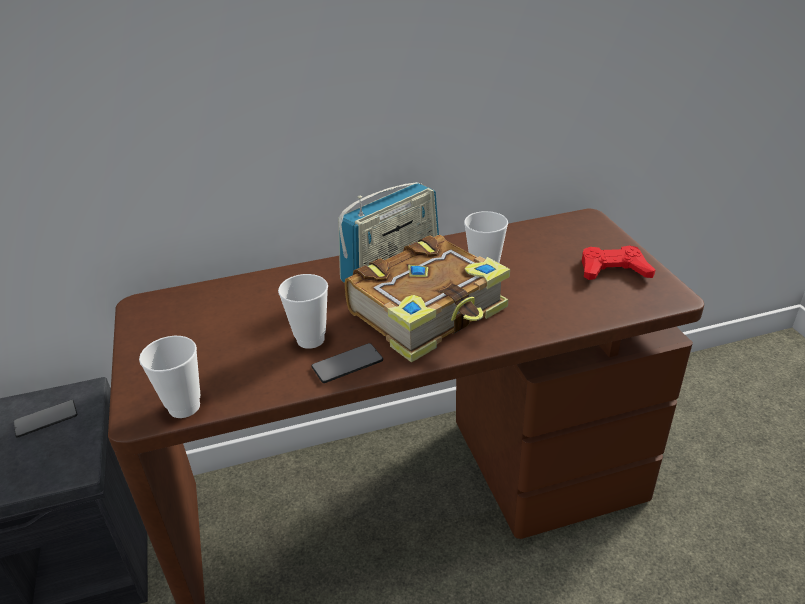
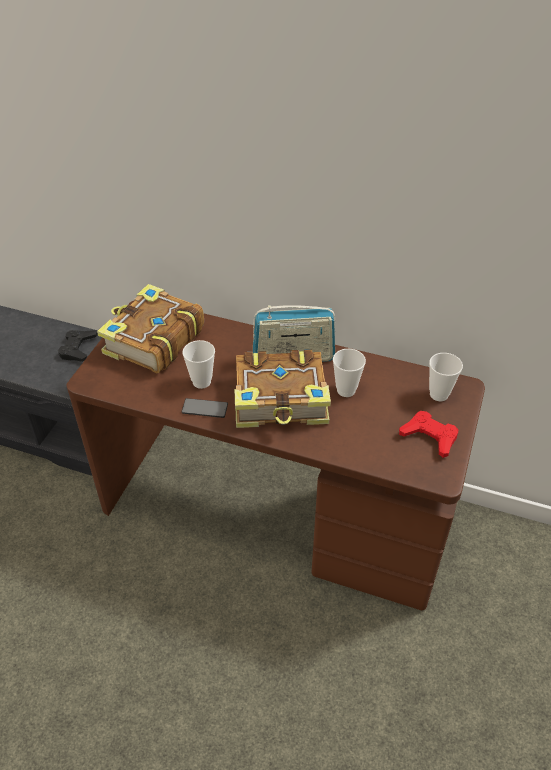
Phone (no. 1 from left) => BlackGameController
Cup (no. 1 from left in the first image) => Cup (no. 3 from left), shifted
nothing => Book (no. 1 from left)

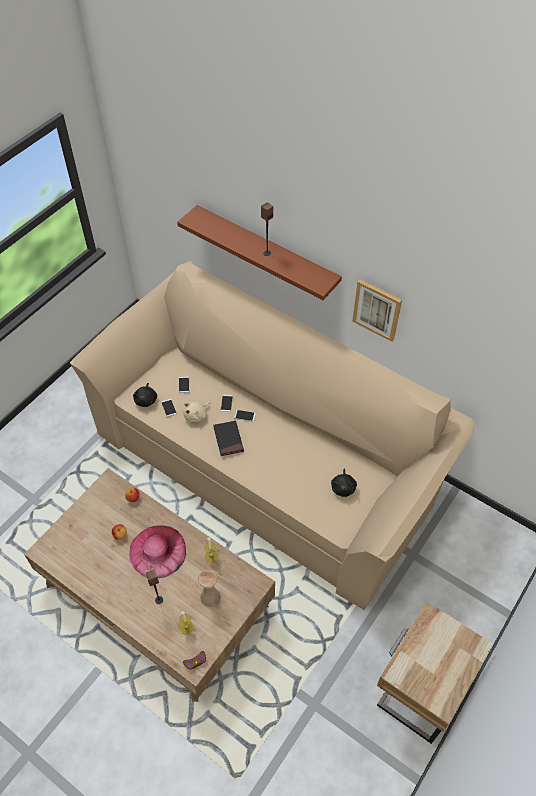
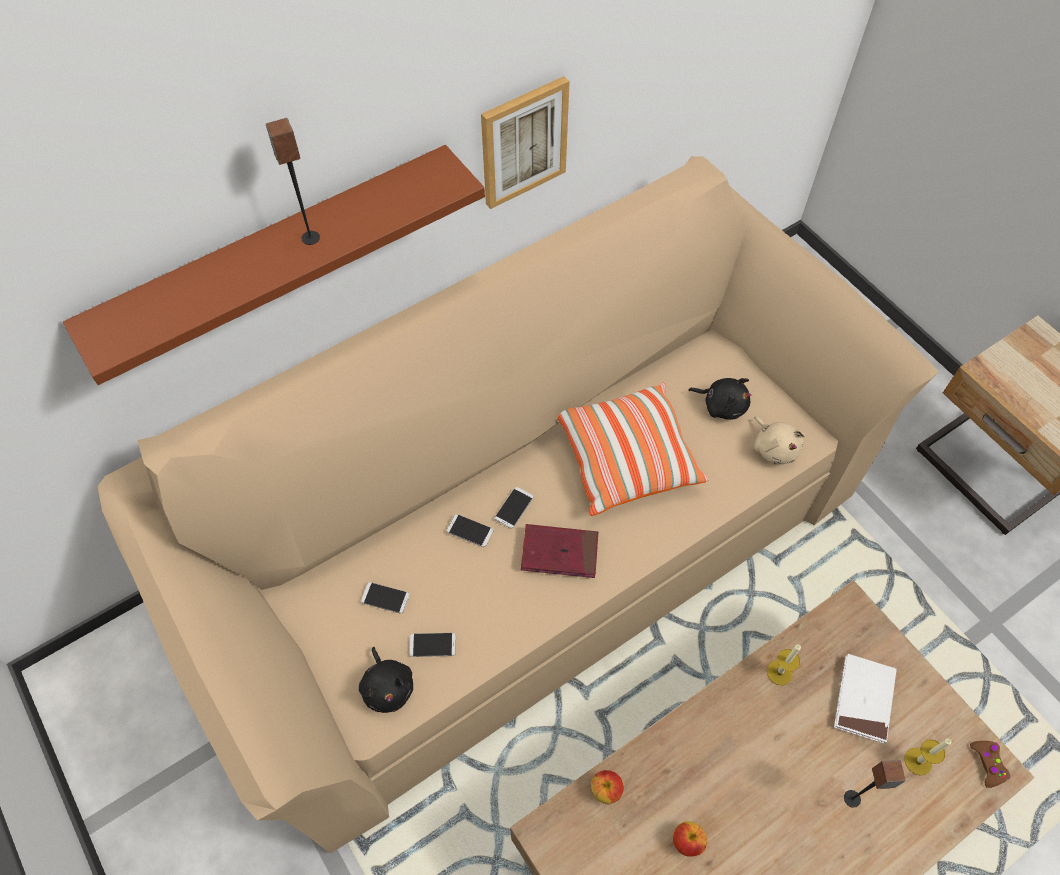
PinkHat => nothing
BlackPlushToy (no. 1 from left), 45 degrees clockwise
BeigePlushToy, shifted
BeigeVase => WhiteBook
BlackBook => RedBook
nothing => Pillow

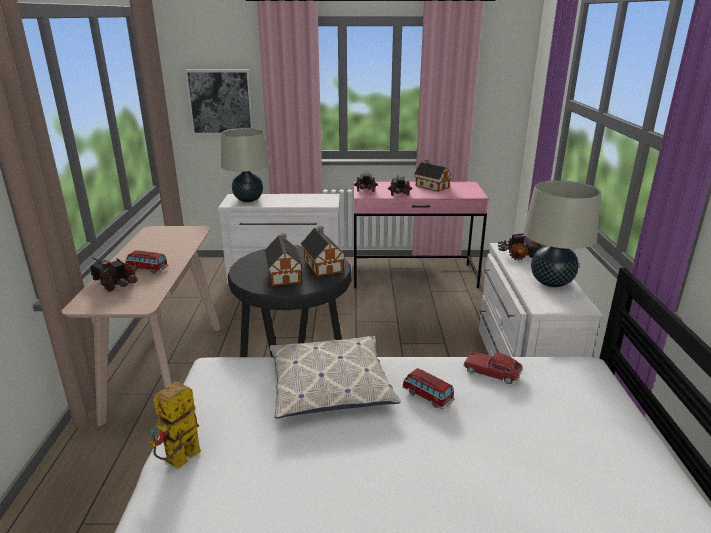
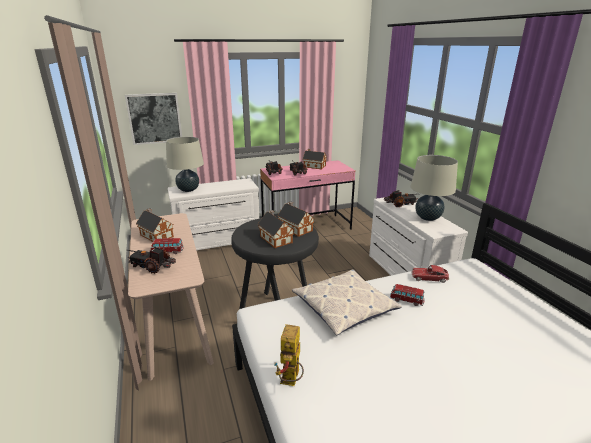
nothing => ToyHouse (no. 1 from left)

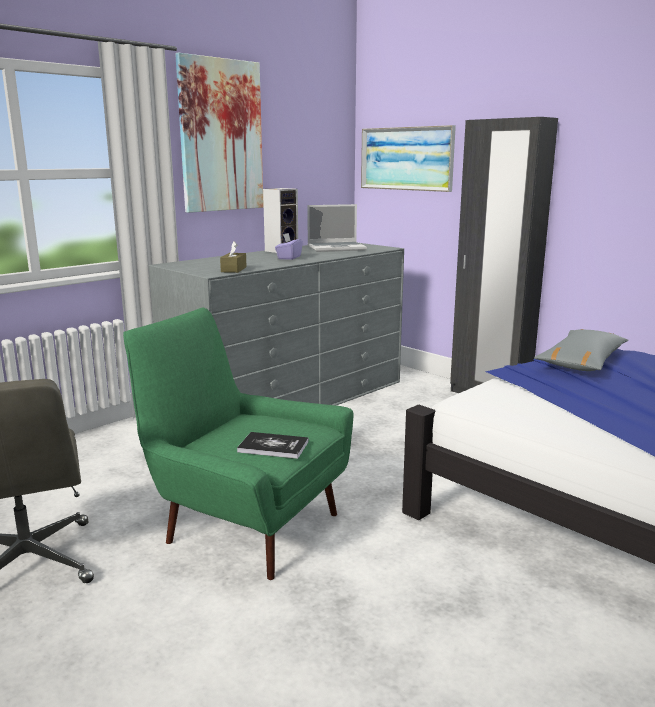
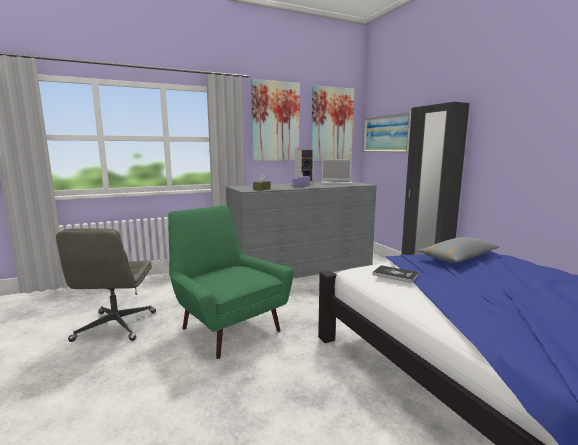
Book, shifted
nothing => Picture (no. 2 from left)

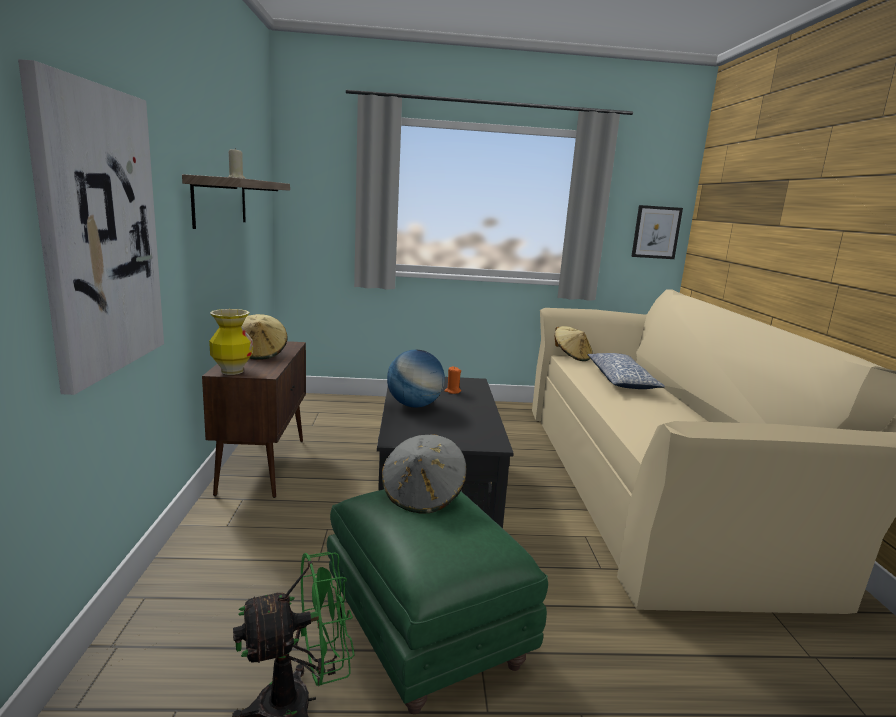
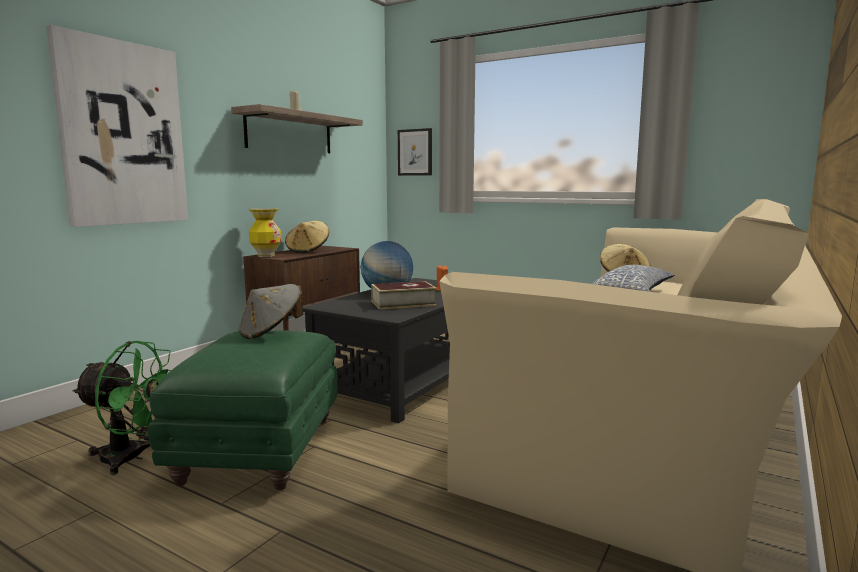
Picture (no. 2 from left), shifted
nothing => Book

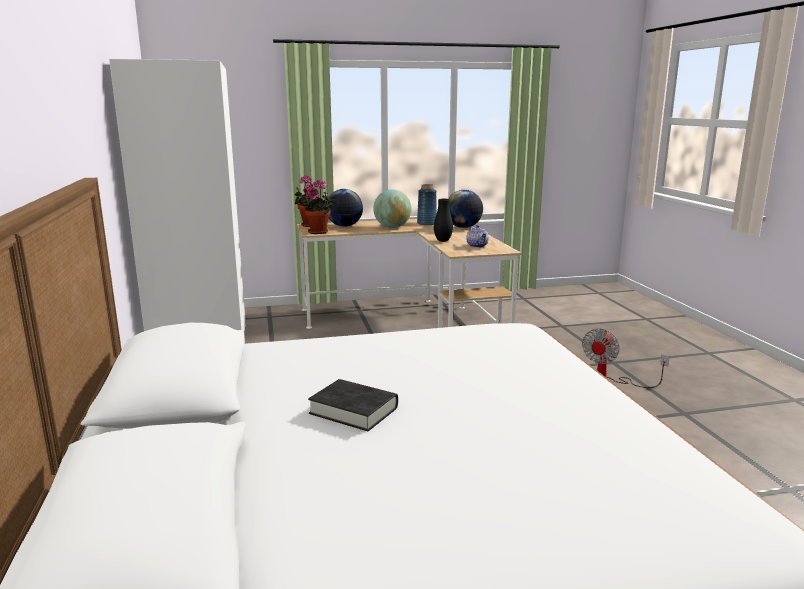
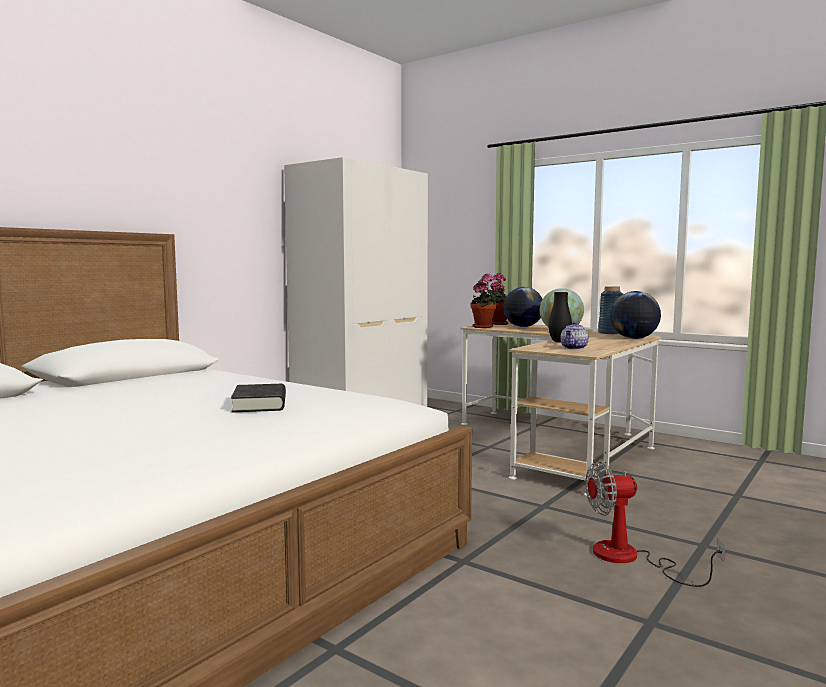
BlackBook, shifted

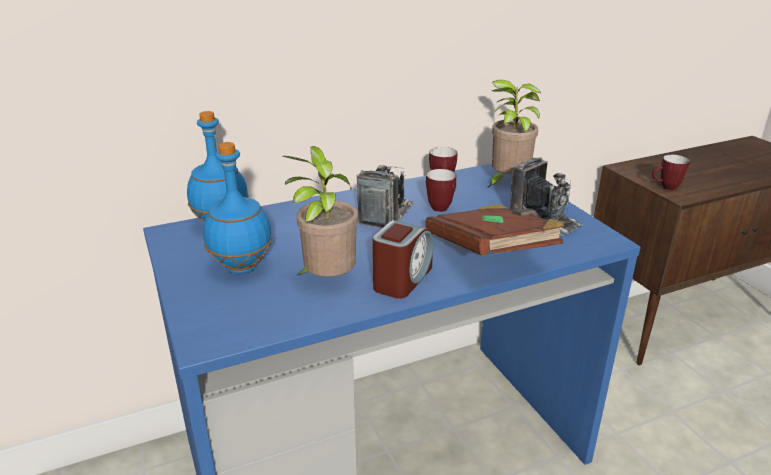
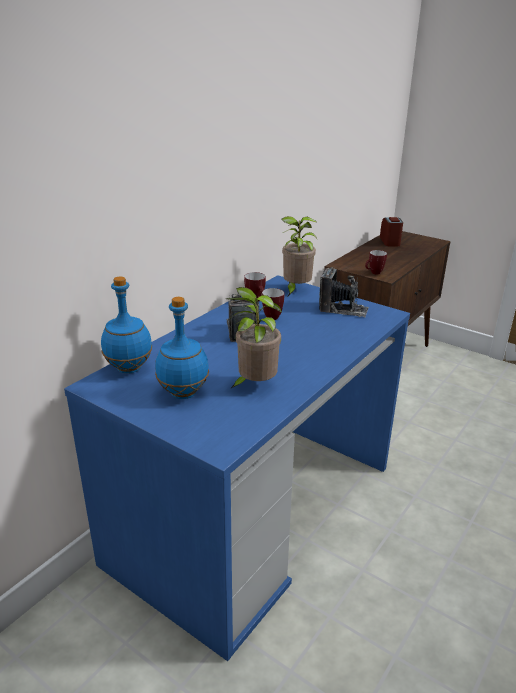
AlarmClock, shifted
BrownBook => nothing

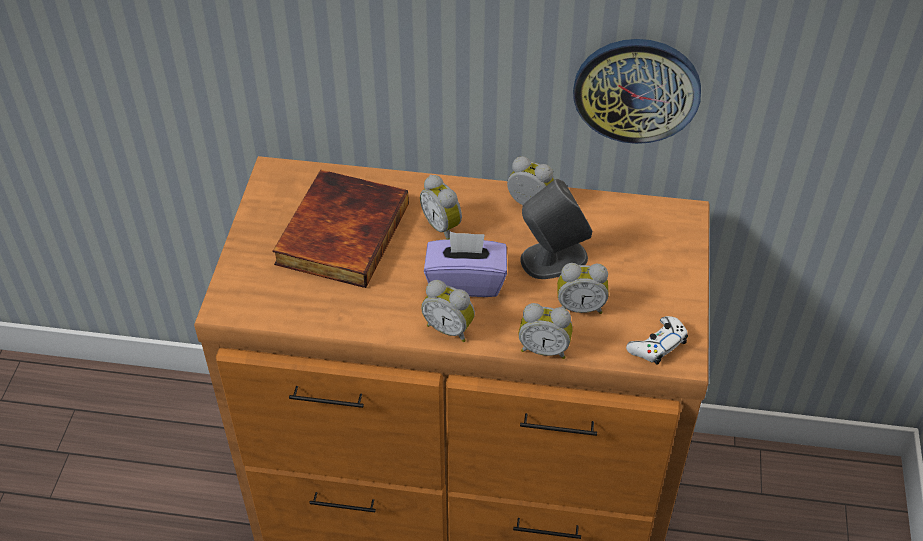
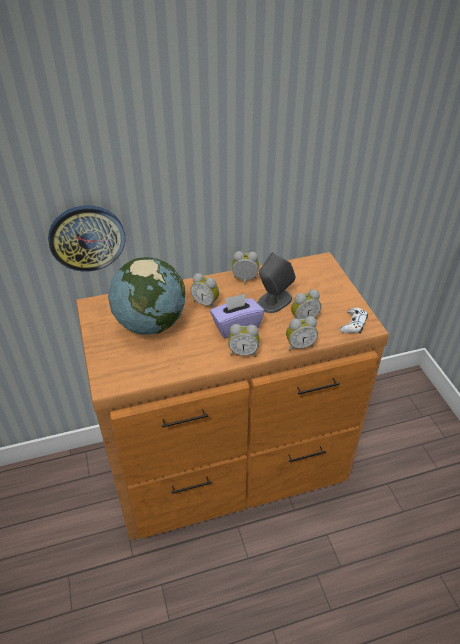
Book => Globe
WallClock, shifted

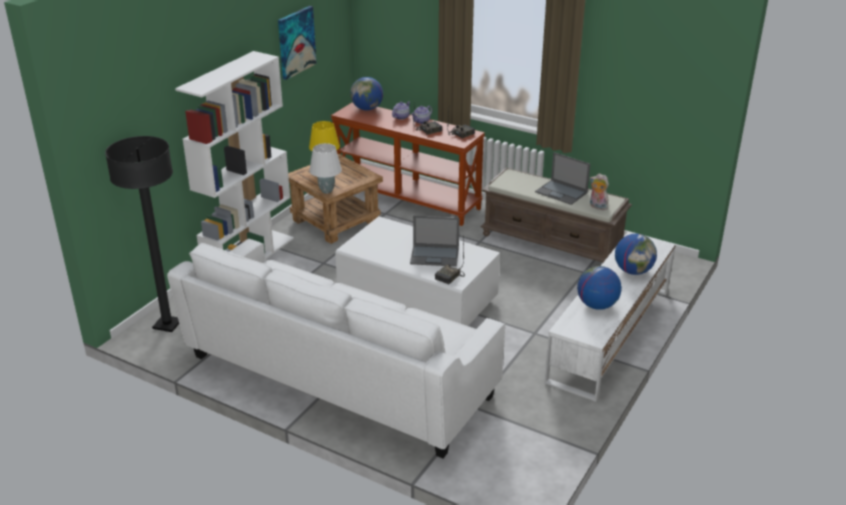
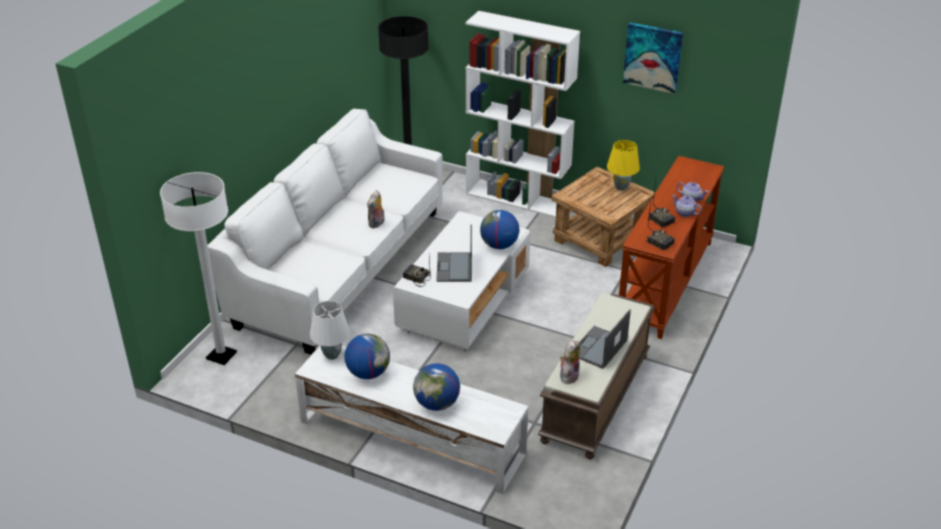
WhiteTableLamp, shifted
Globe (no. 1 from left in the first image) => Globe (no. 3 from left), shifted
nothing => WhiteFloorLamp
nothing => PlushToy (no. 1 from left)

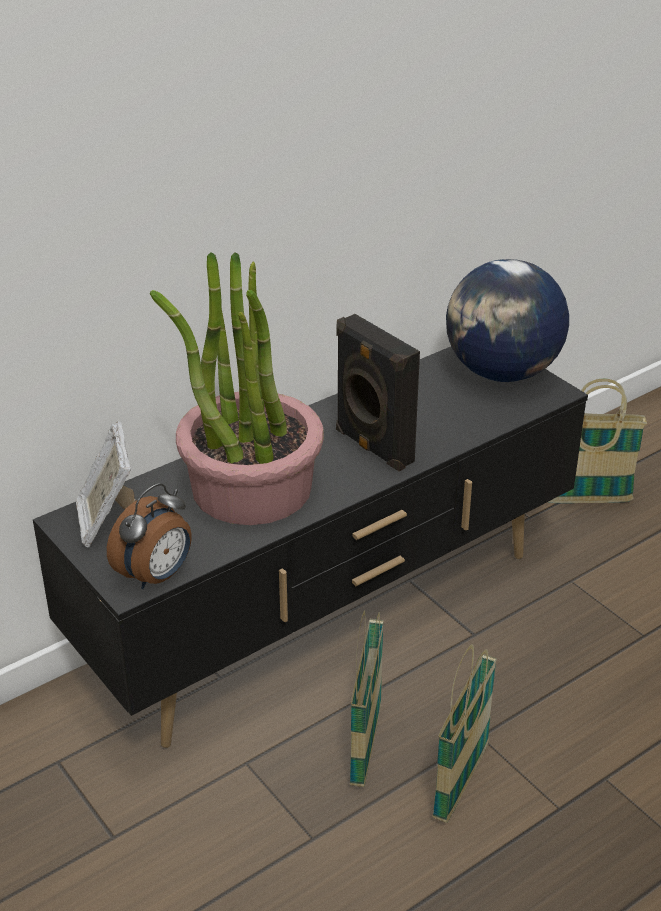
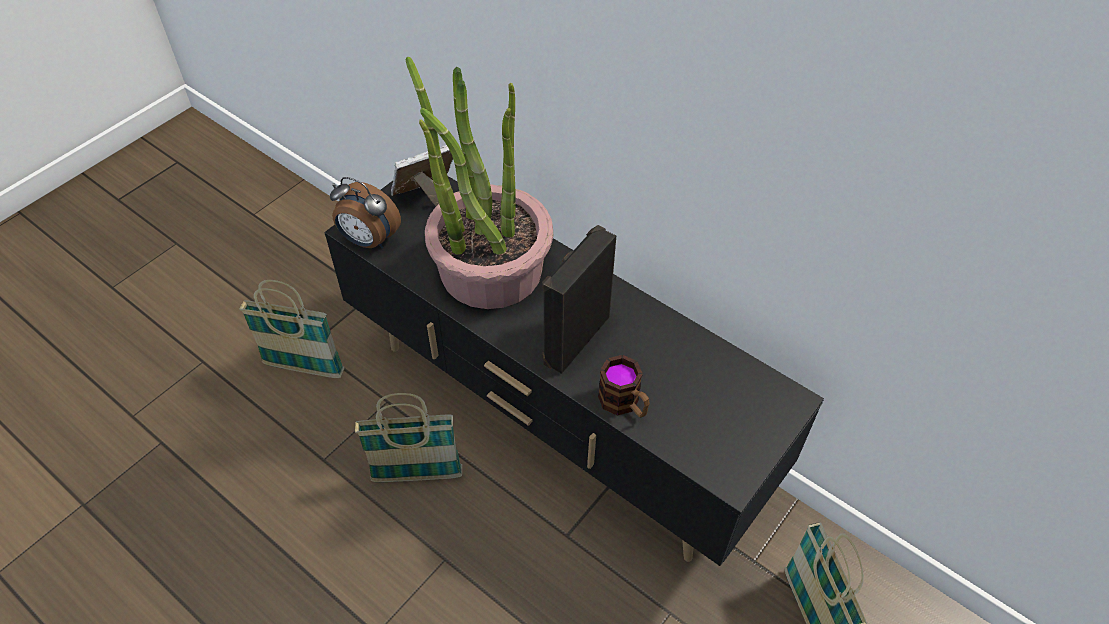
Basket (no. 2 from left in the first image) => Basket (no. 1 from left), shifted
Globe => nothing
nothing => Mug

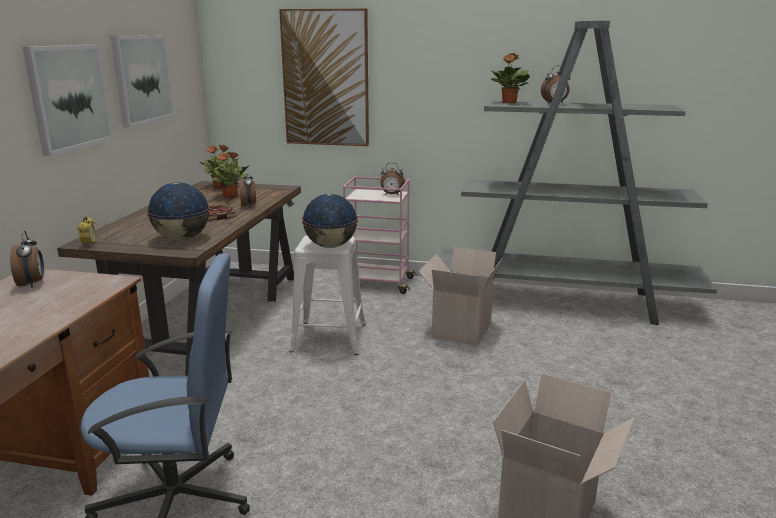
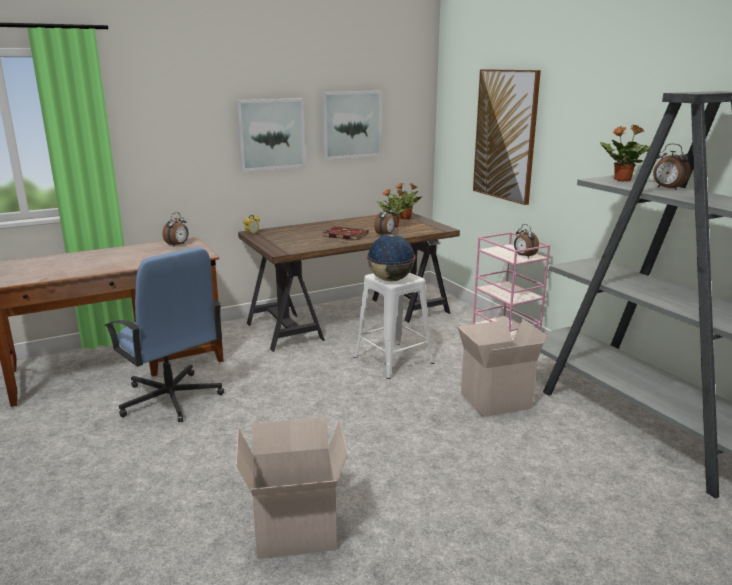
Globe (no. 1 from left) => nothing

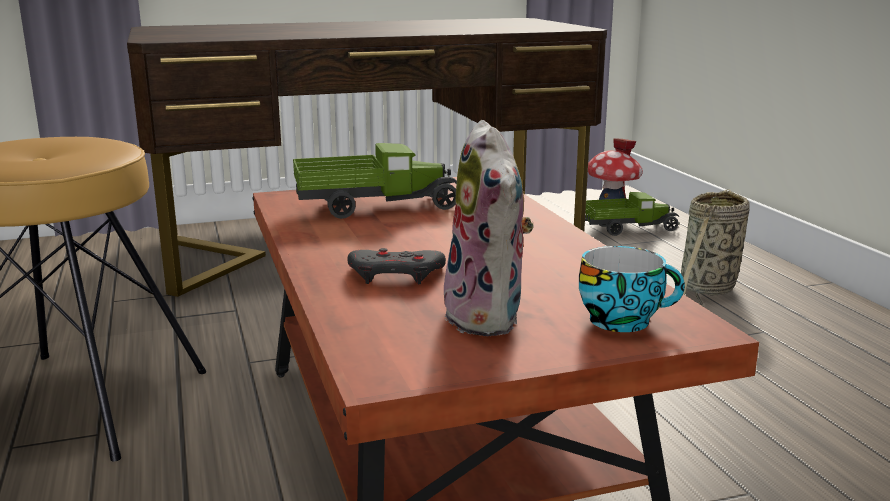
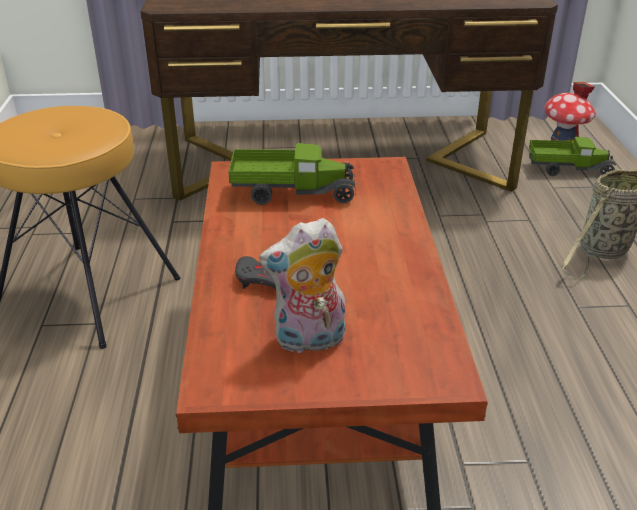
PlushToy, 75 degrees clockwise
Cup => nothing

